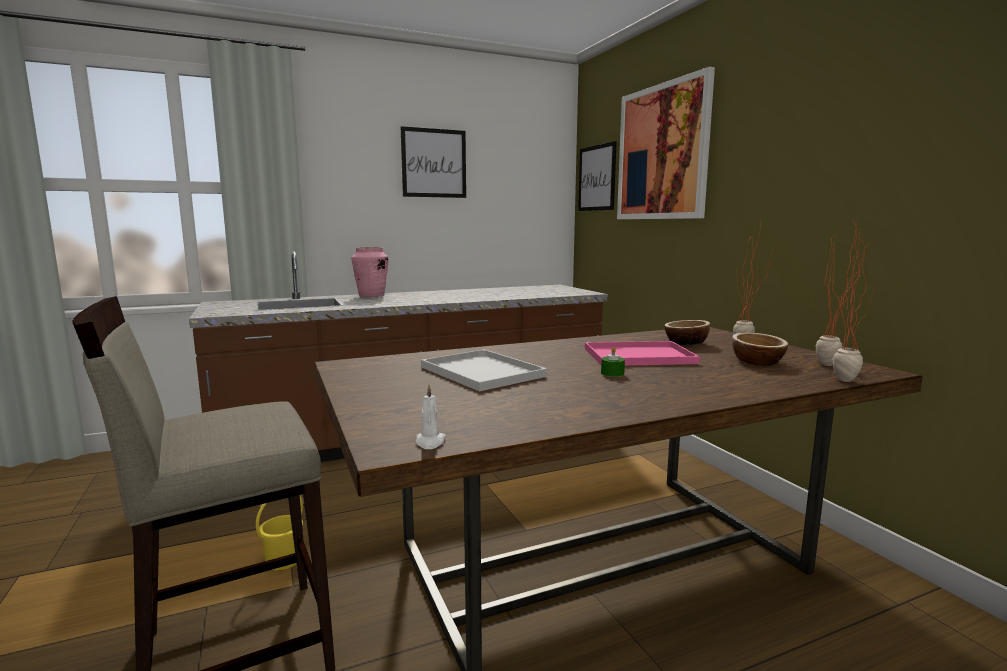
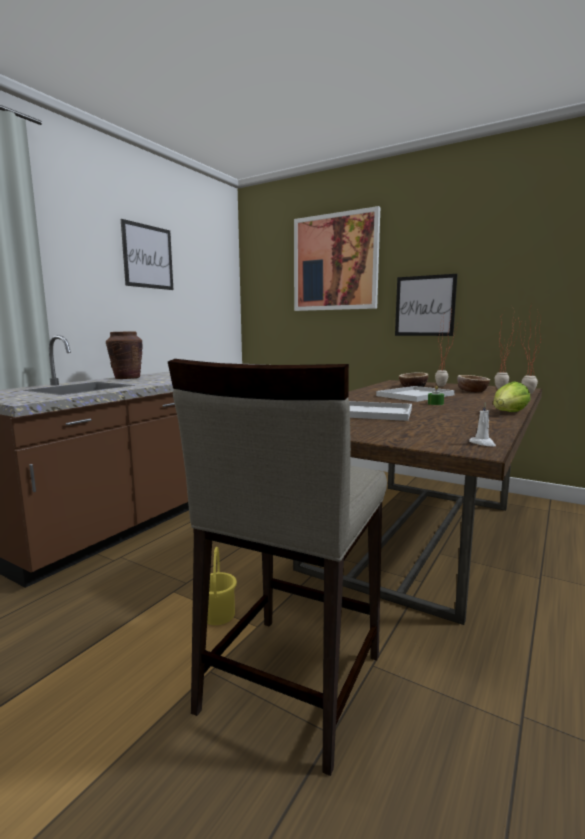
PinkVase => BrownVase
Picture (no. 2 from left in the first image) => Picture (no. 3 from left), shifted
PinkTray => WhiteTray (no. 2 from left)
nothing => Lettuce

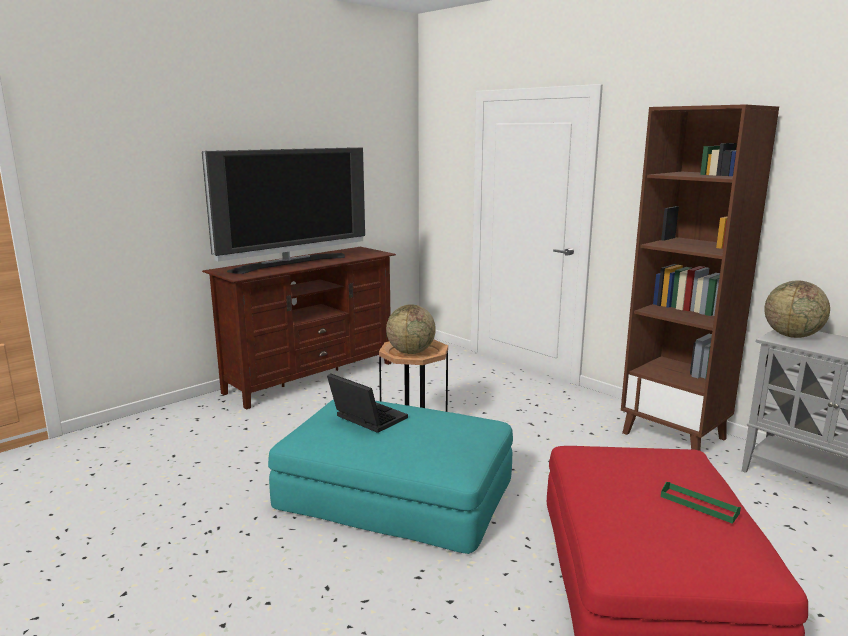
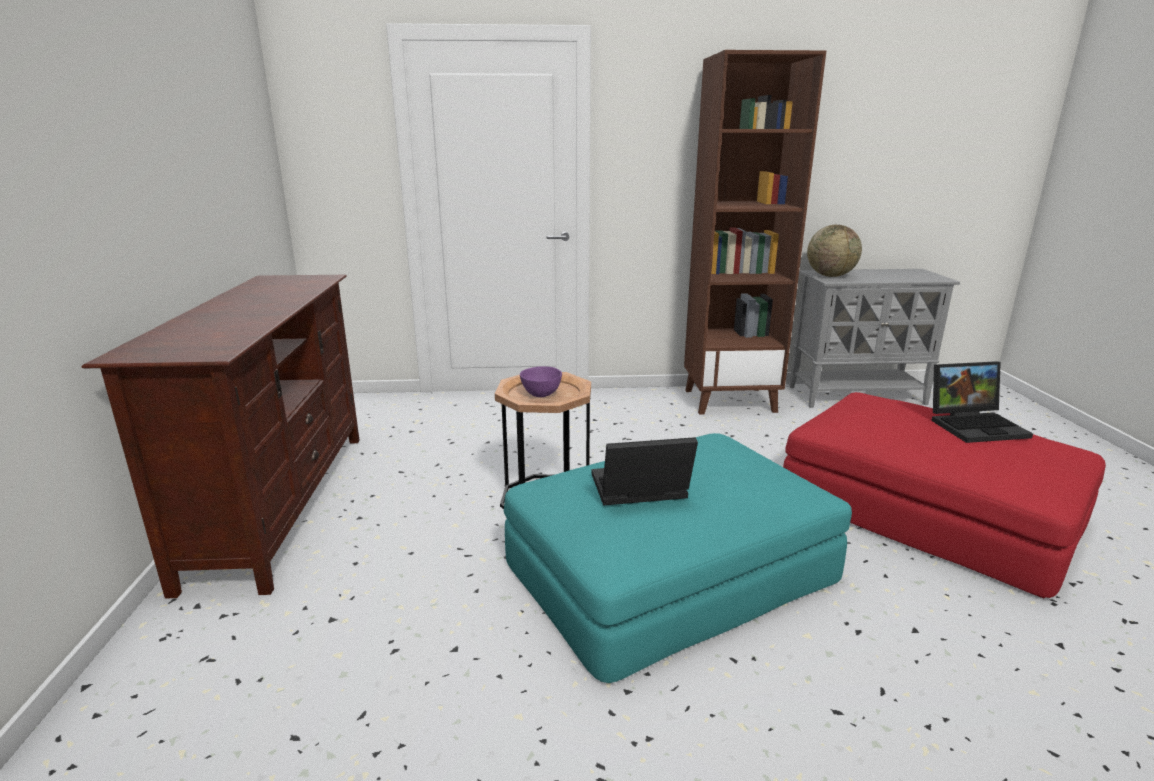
Television => nothing
Globe (no. 1 from left) => PurpleBowl
GreenTray => Laptop (no. 2 from left)

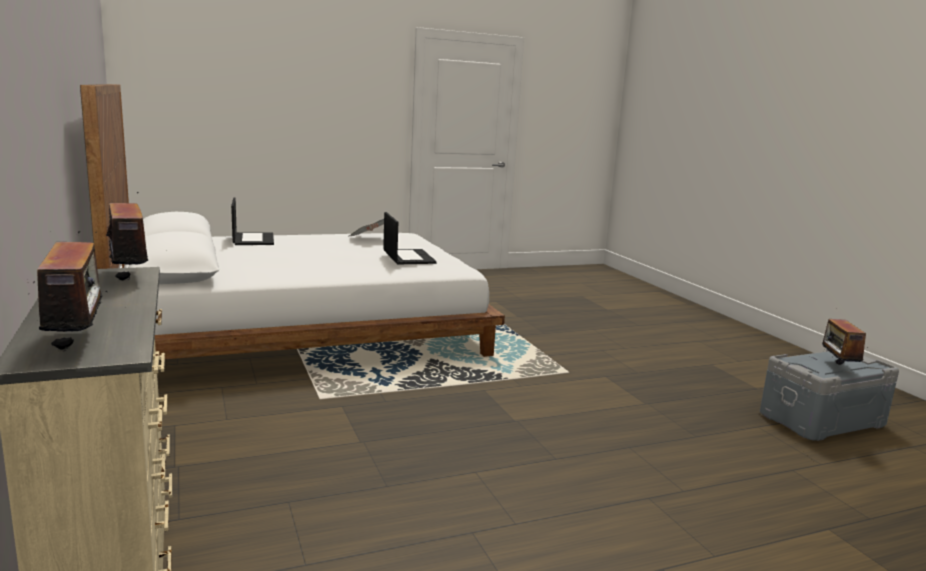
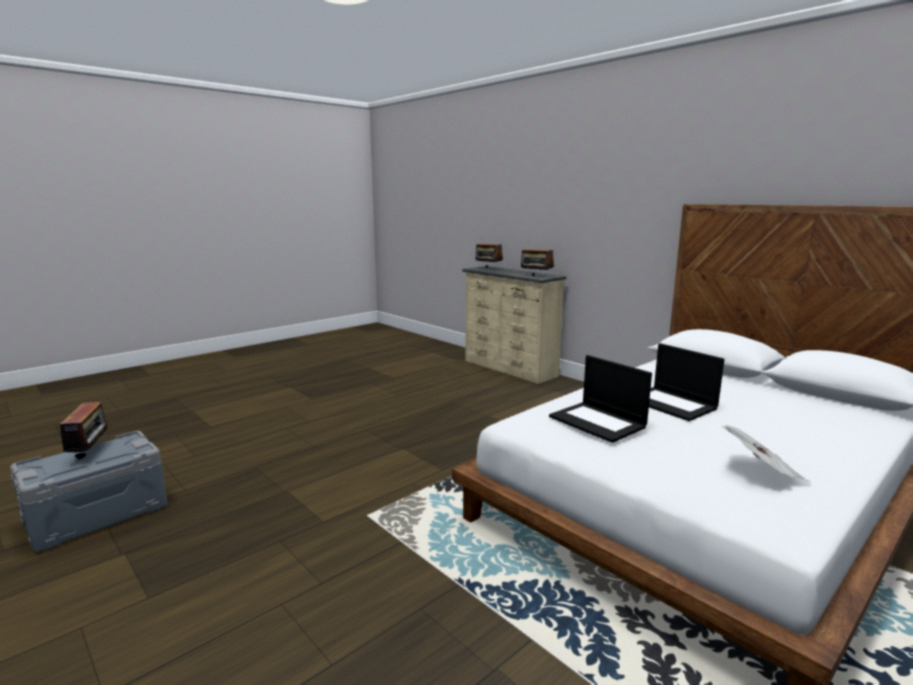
Laptop (no. 1 from left in the first image) => Laptop (no. 2 from left), shifted

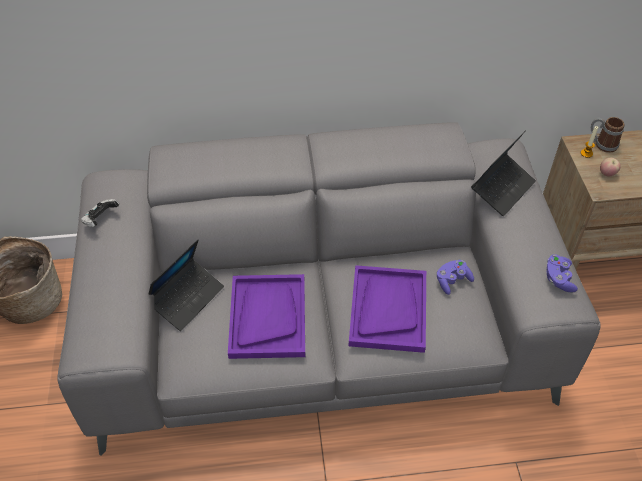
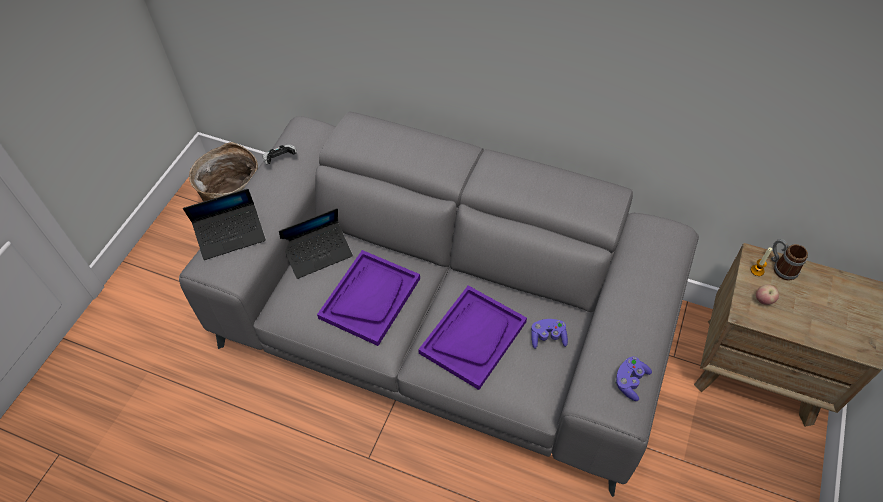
Laptop (no. 2 from left in the first image) => Laptop (no. 1 from left), shifted

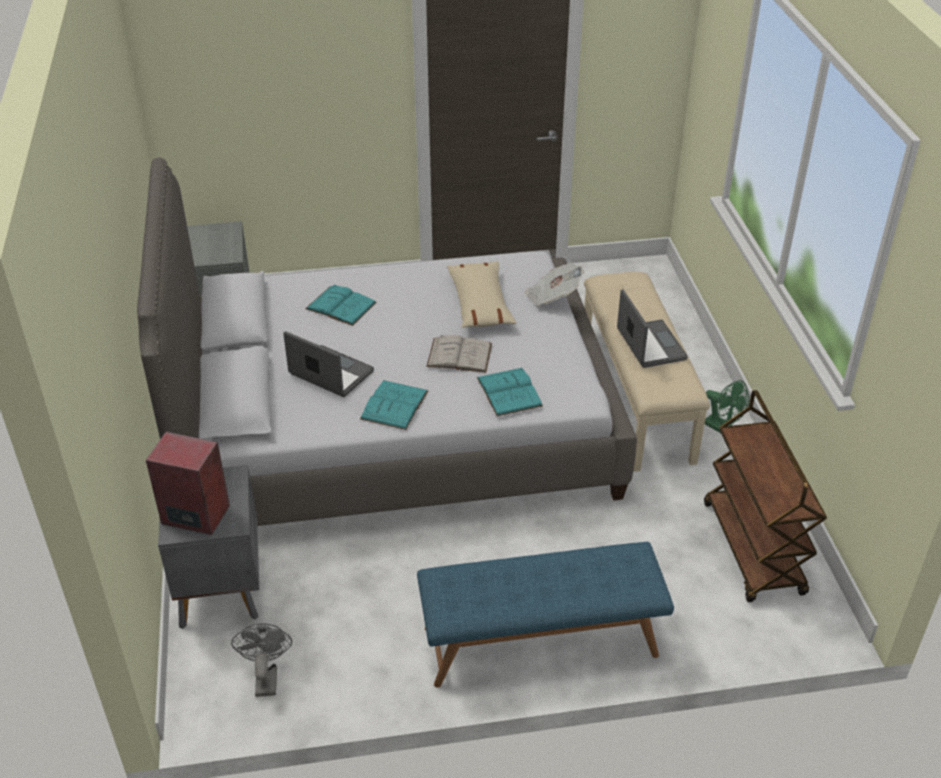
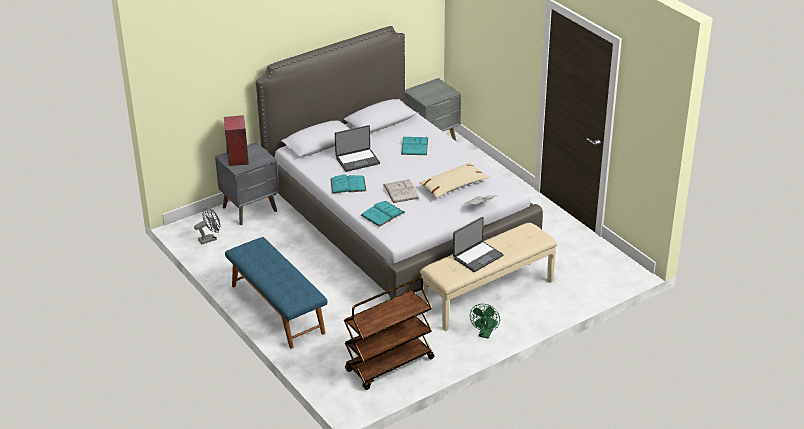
Laptop (no. 1 from left), 60 degrees clockwise

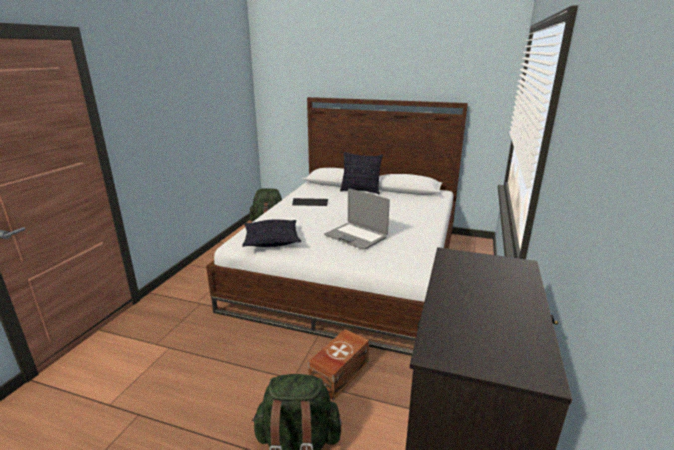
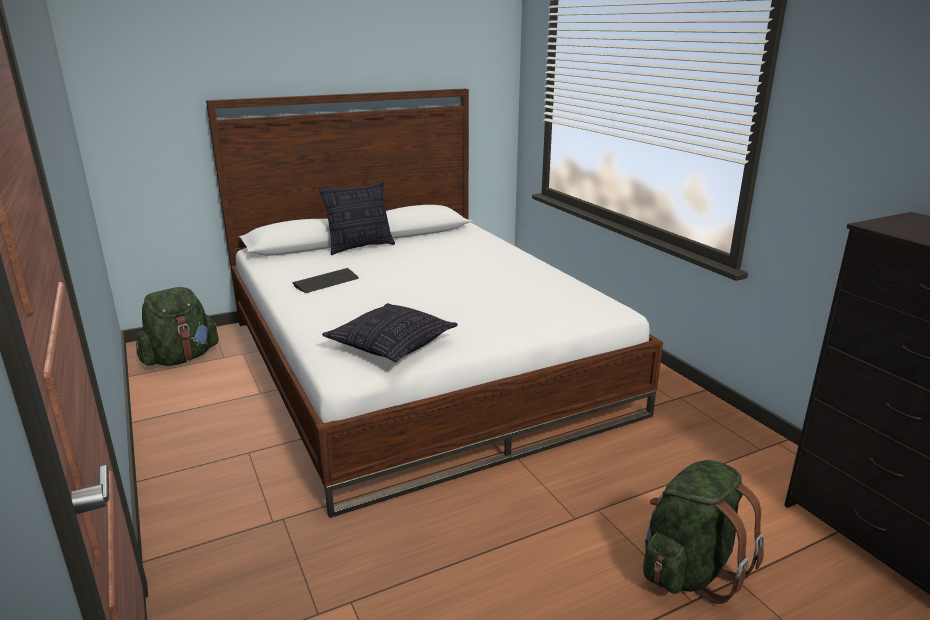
BrownStorageBox => nothing
Laptop => nothing

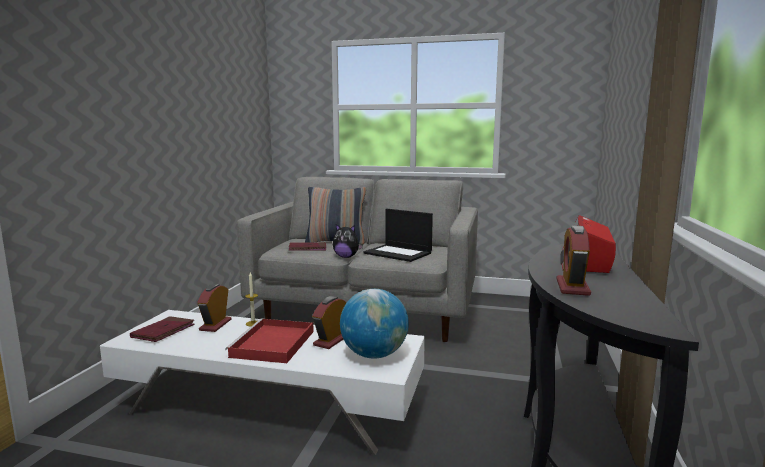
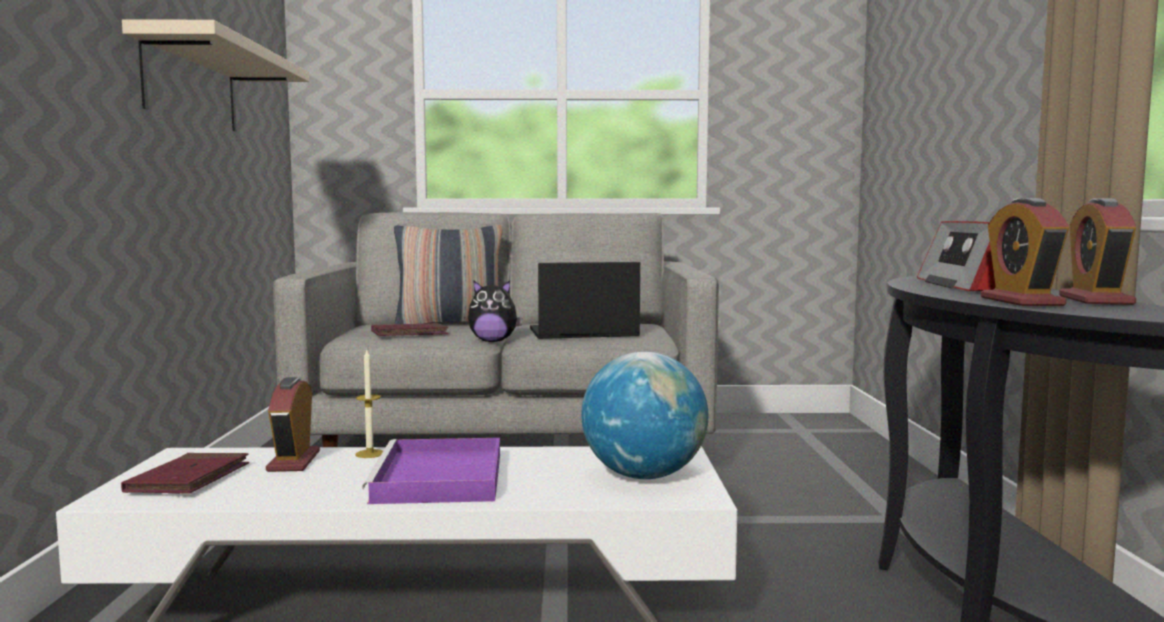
RedTray => PurpleTray
AlarmClock (no. 2 from left in the first image) => AlarmClock (no. 3 from left), shifted
Laptop, 150 degrees clockwise
nothing => BeigeShelf

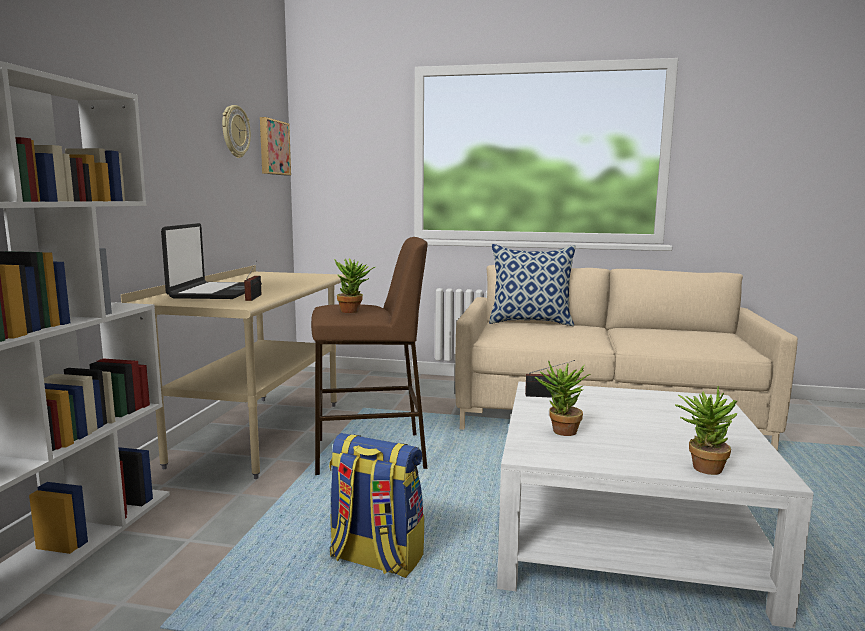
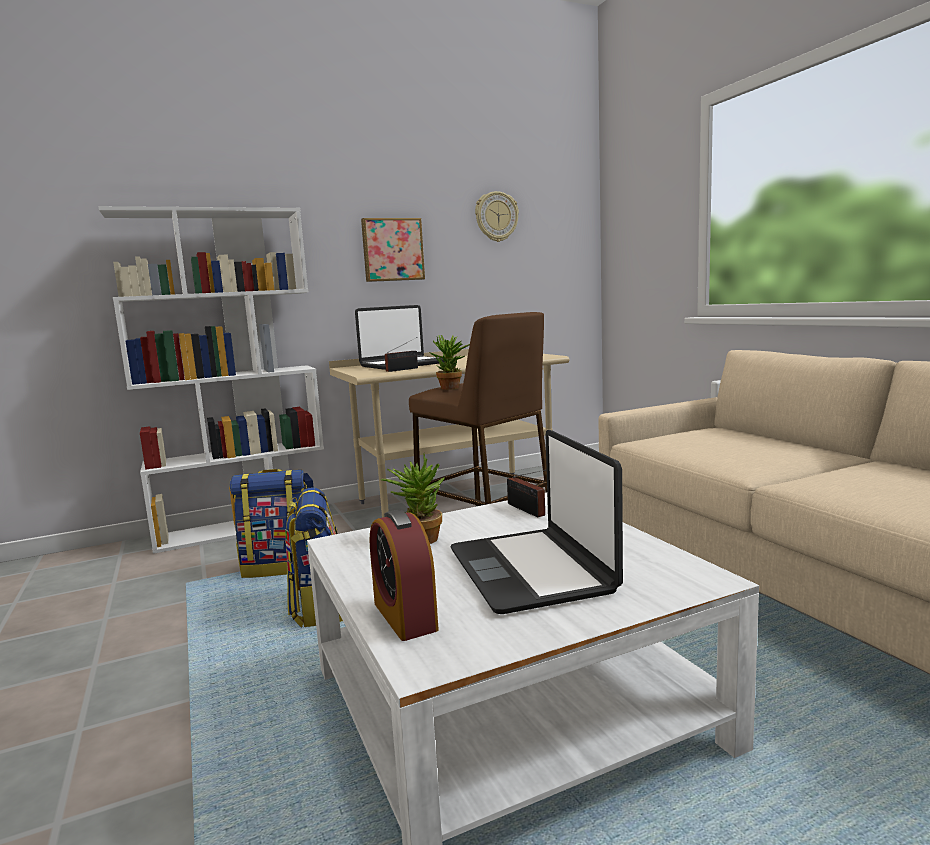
Picture, shifted
Pillow => nothing
PottedPlant (no. 3 from left) => AlarmClock
nothing => Backpack (no. 1 from left)
nothing => Laptop (no. 2 from left)

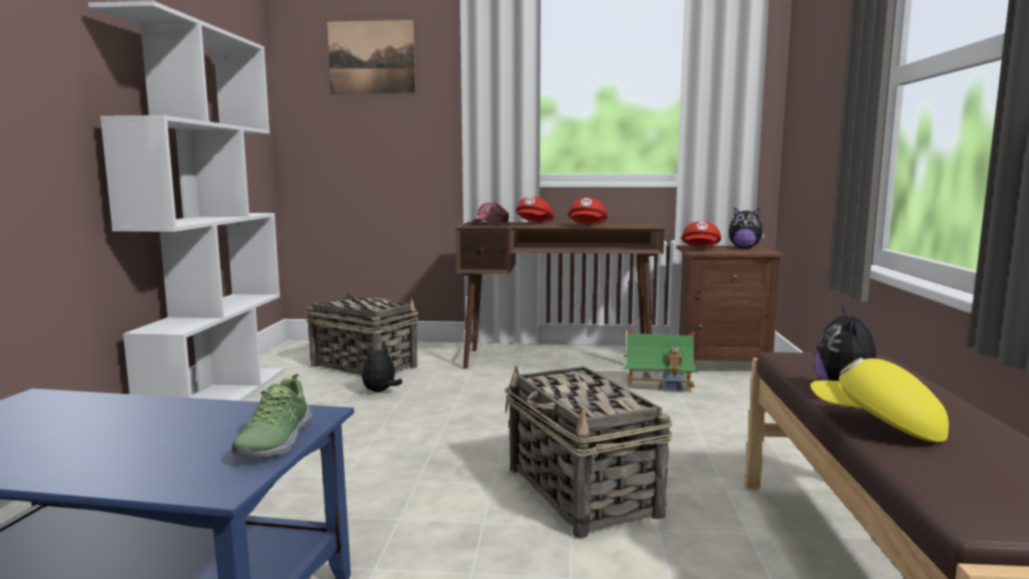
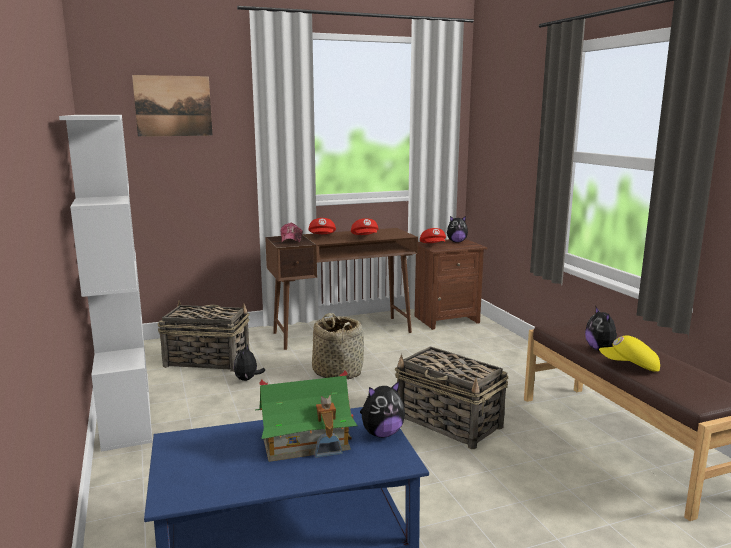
Shoe => PlushToy (no. 2 from left)
ToyHouse, shifted
nothing => Basket (no. 2 from left)

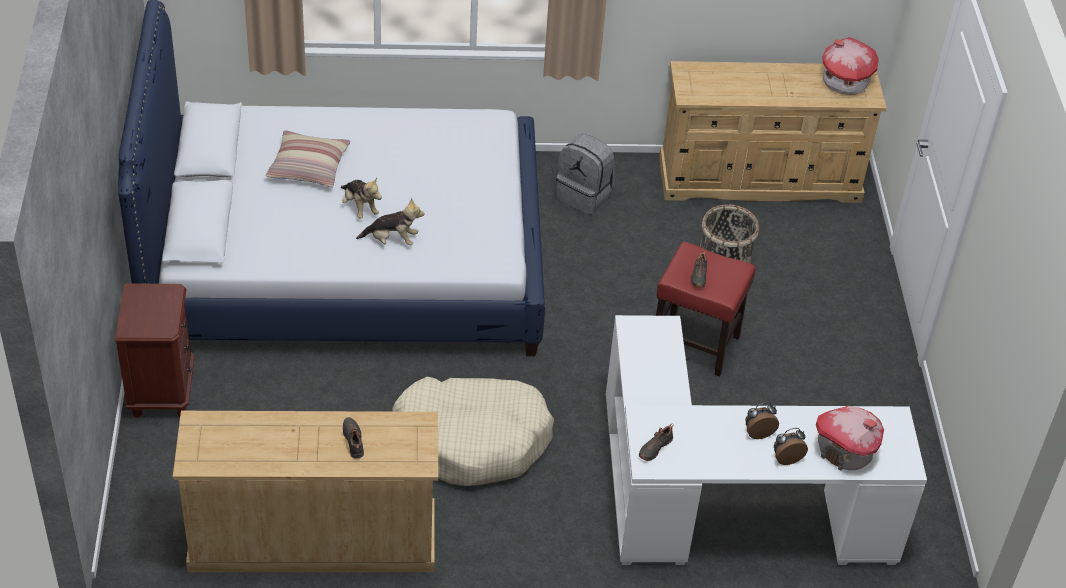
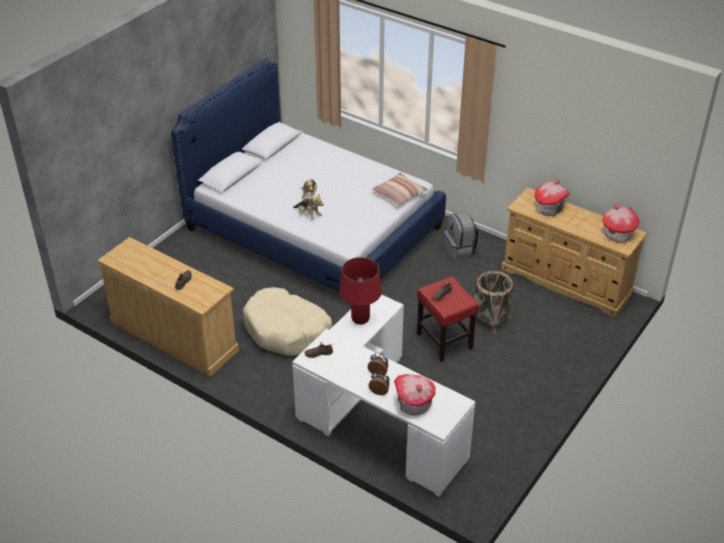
BrownNightstand => nothing
Pillow, shifted
nothing => RedTableLamp
nothing => ToyHouse (no. 2 from left)

